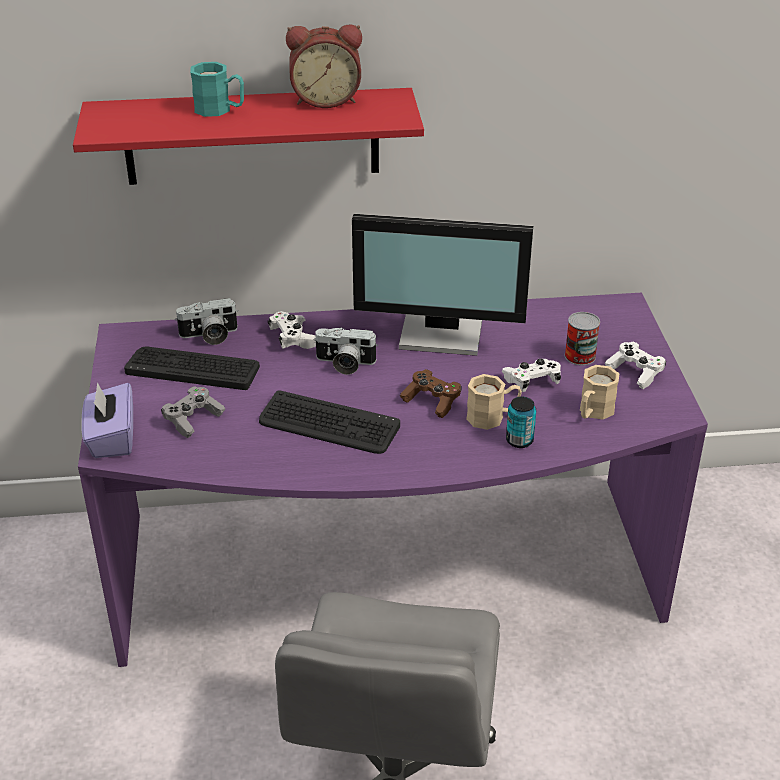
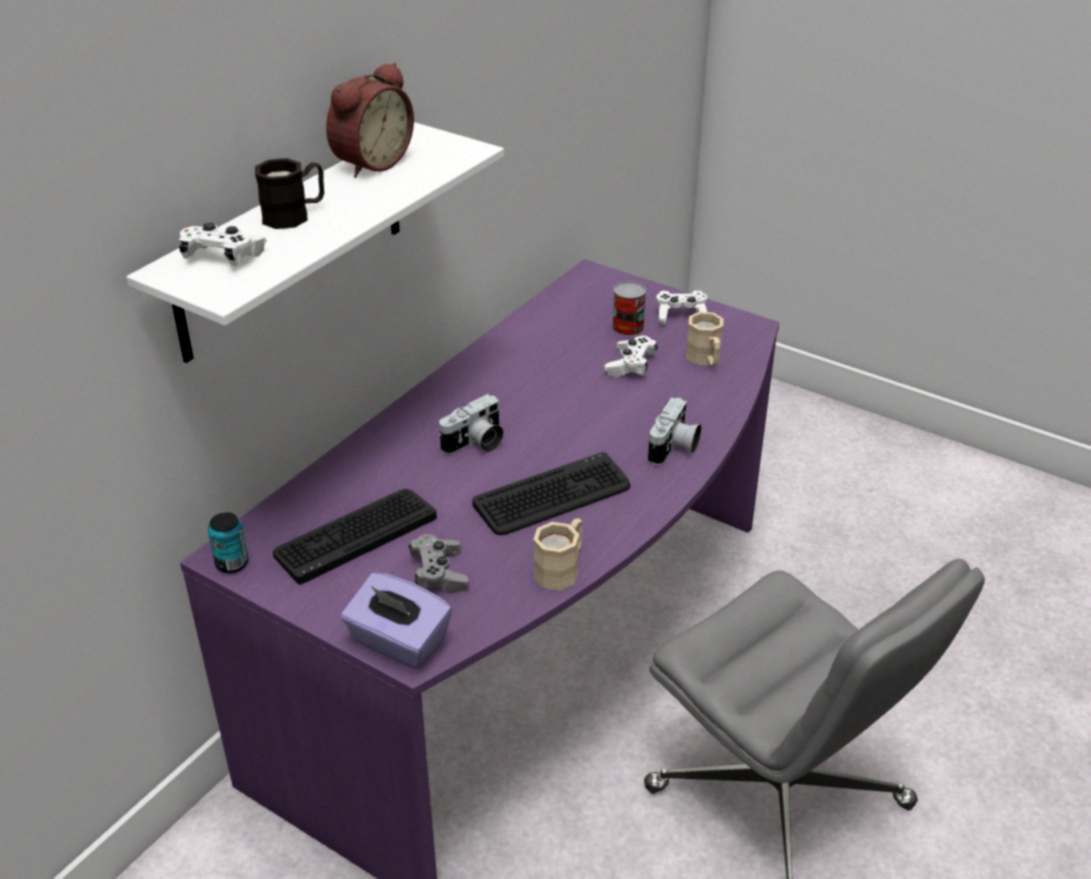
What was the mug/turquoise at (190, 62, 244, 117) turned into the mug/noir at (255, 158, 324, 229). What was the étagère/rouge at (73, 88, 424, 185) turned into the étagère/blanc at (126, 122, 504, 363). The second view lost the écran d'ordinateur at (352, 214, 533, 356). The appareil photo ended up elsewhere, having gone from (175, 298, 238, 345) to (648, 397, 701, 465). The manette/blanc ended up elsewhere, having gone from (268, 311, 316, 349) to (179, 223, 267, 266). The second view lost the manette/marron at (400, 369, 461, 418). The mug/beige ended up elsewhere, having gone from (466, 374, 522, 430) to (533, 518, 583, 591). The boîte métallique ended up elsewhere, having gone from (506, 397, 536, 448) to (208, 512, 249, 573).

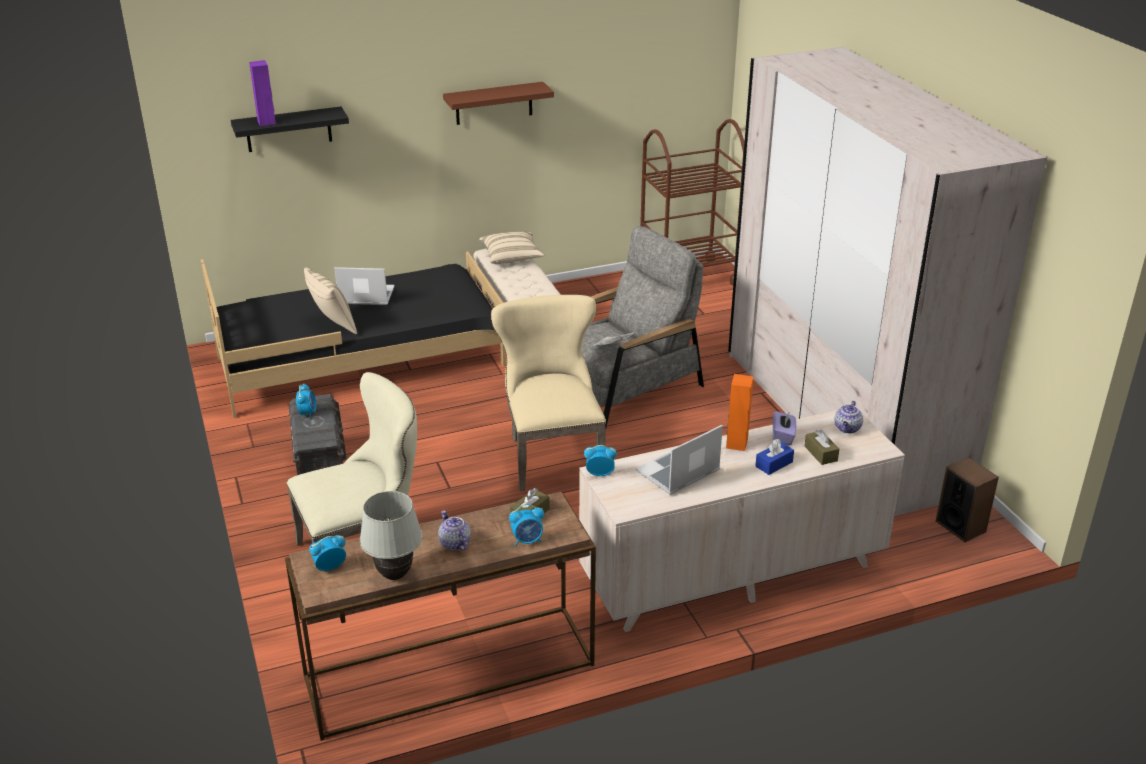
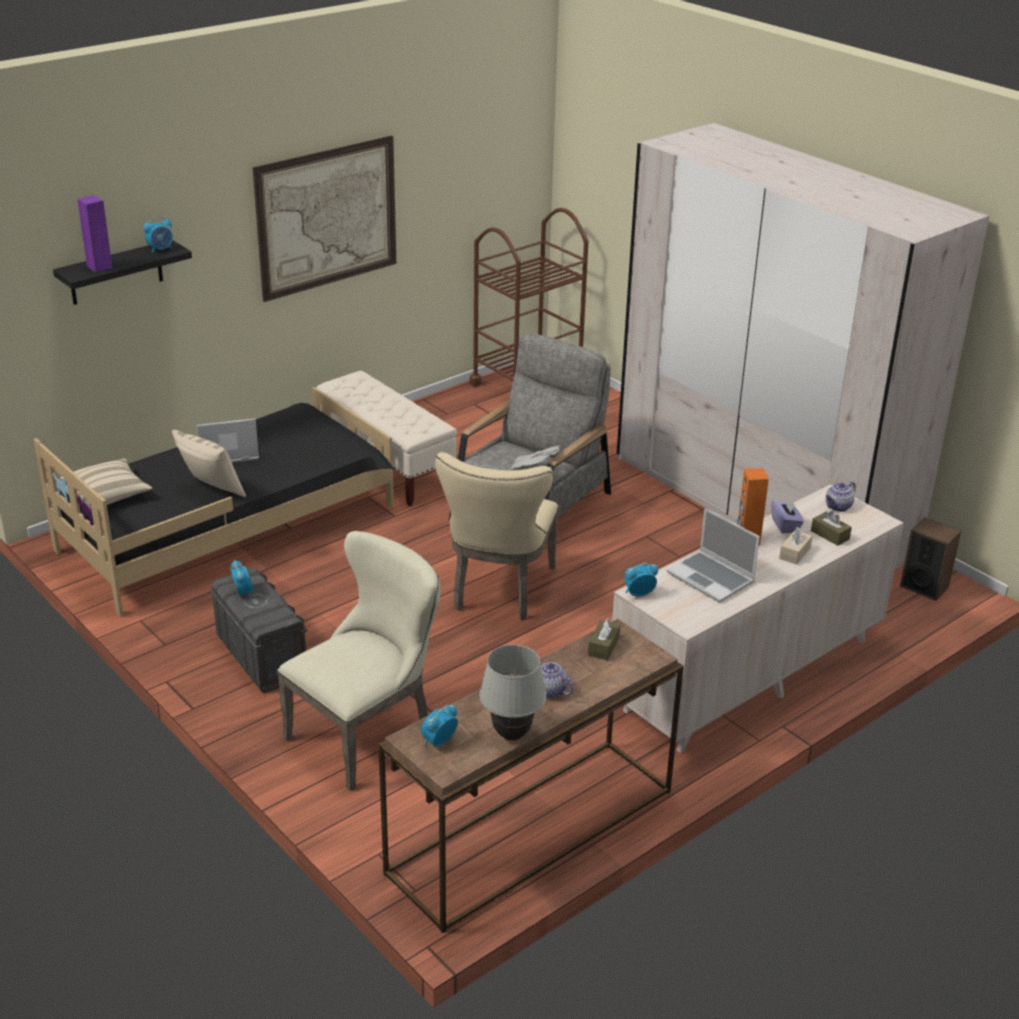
Where the étagère/marron hung at (443, 82, 554, 125), the tableau came to hang at (252, 135, 396, 302). The coussin/beige ended up elsewhere, having gone from (479, 232, 545, 265) to (60, 458, 152, 510). The chaise/beige at (491, 295, 606, 492) ended up facing another way, 135 degrees counterclockwise from before. The théière at (834, 401, 863, 433) ended up facing another way, 45 degrees clockwise from before. The ordinateur portable at (636, 425, 723, 495) ended up facing another way, 75 degrees counterclockwise from before. What was the boîte à mouchoirs/bleu at (755, 439, 794, 475) turned into the boîte à mouchoirs/beige at (779, 527, 812, 565). The réveil ended up elsewhere, having gone from (509, 504, 544, 546) to (143, 216, 173, 253).

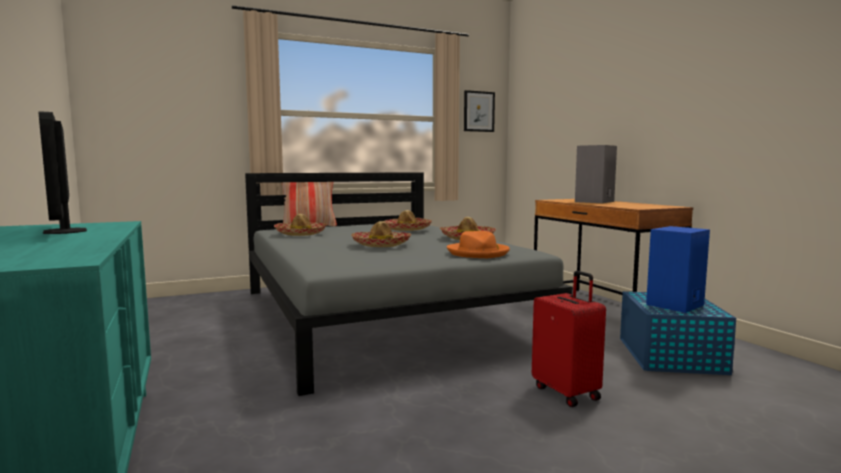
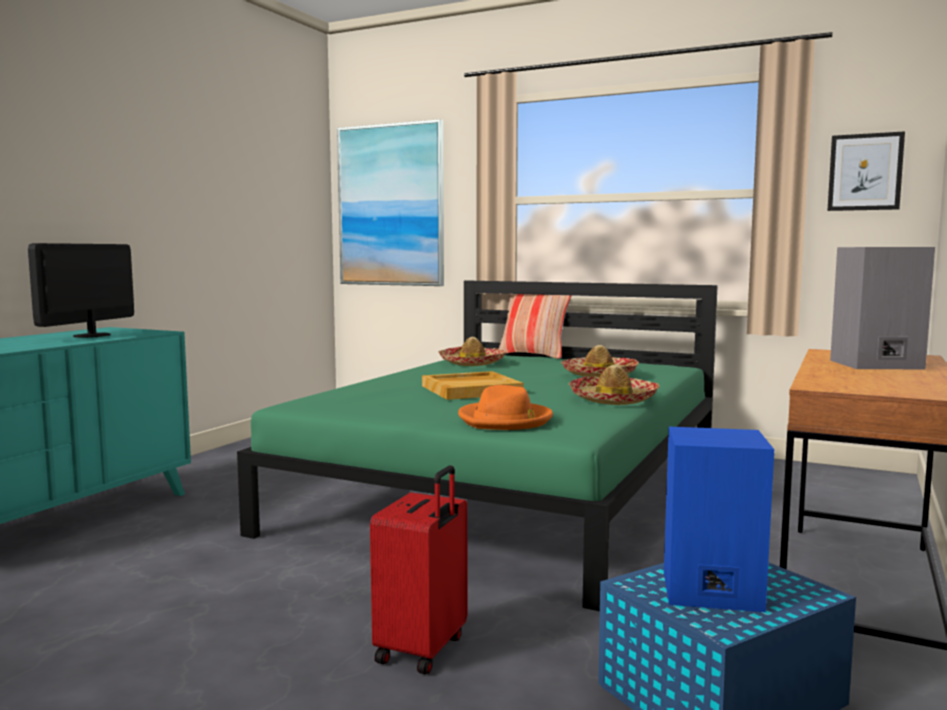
What was the lit/gris at (245, 172, 573, 396) turned into the lit/vert at (237, 280, 718, 611). Where the chapeau stood at (351, 221, 412, 247), the plateau/beige came to stand at (422, 371, 524, 400). The second view gained the tableau at (337, 119, 444, 286).

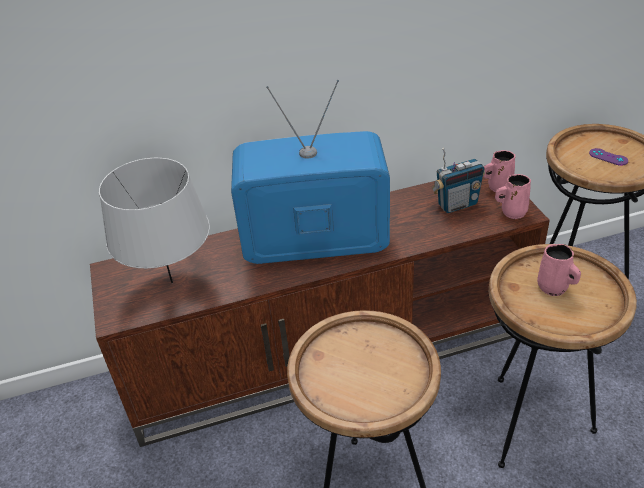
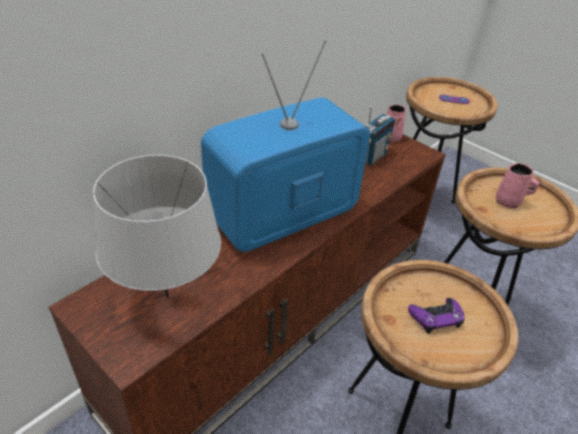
The second view lost the mug/rose at (495, 174, 531, 219). The second view gained the manette/violet at (408, 298, 464, 334).

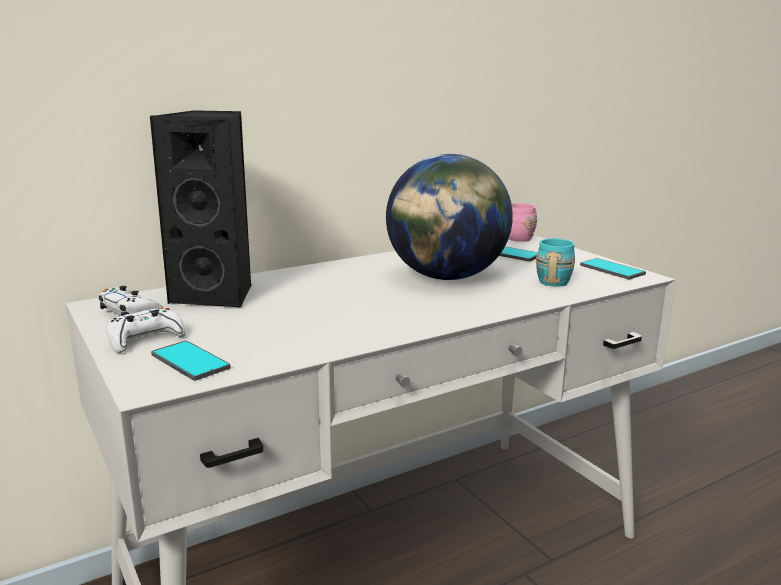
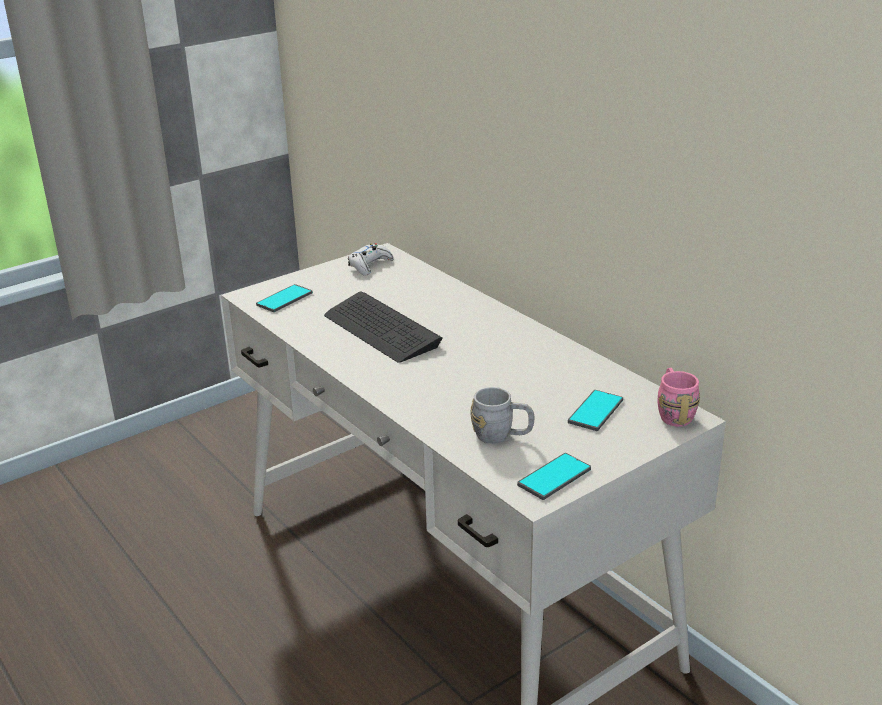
The second view lost the enceinte/noir at (150, 110, 252, 309). The second view lost the globe at (386, 154, 513, 280). What was the mug/turquoise at (536, 238, 575, 287) turned into the mug/gris at (470, 387, 534, 444). The second view lost the manette/blanc at (106, 307, 186, 353). The second view gained the clavier at (324, 291, 442, 363).

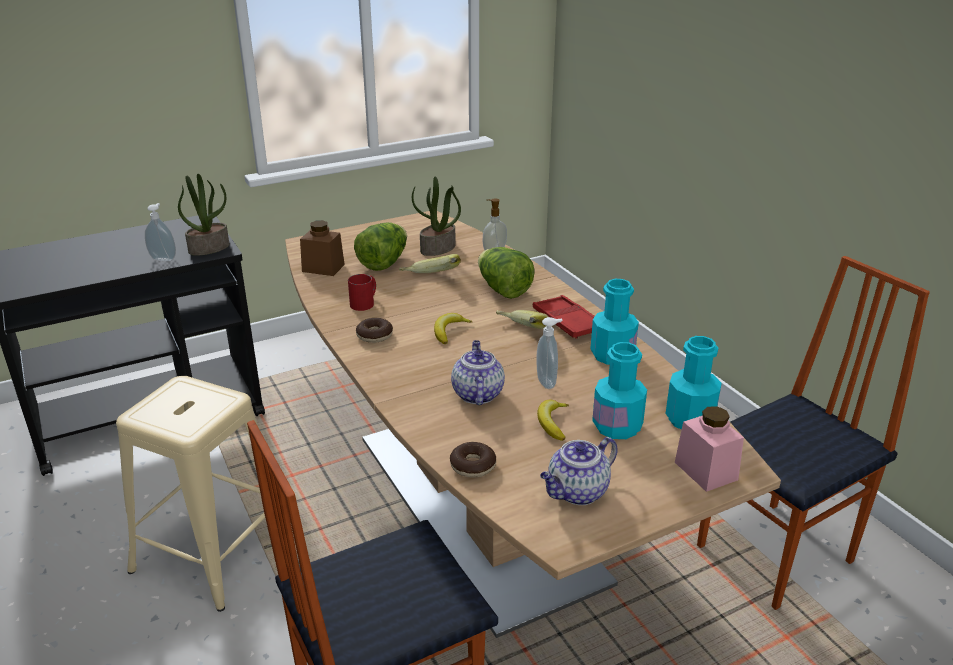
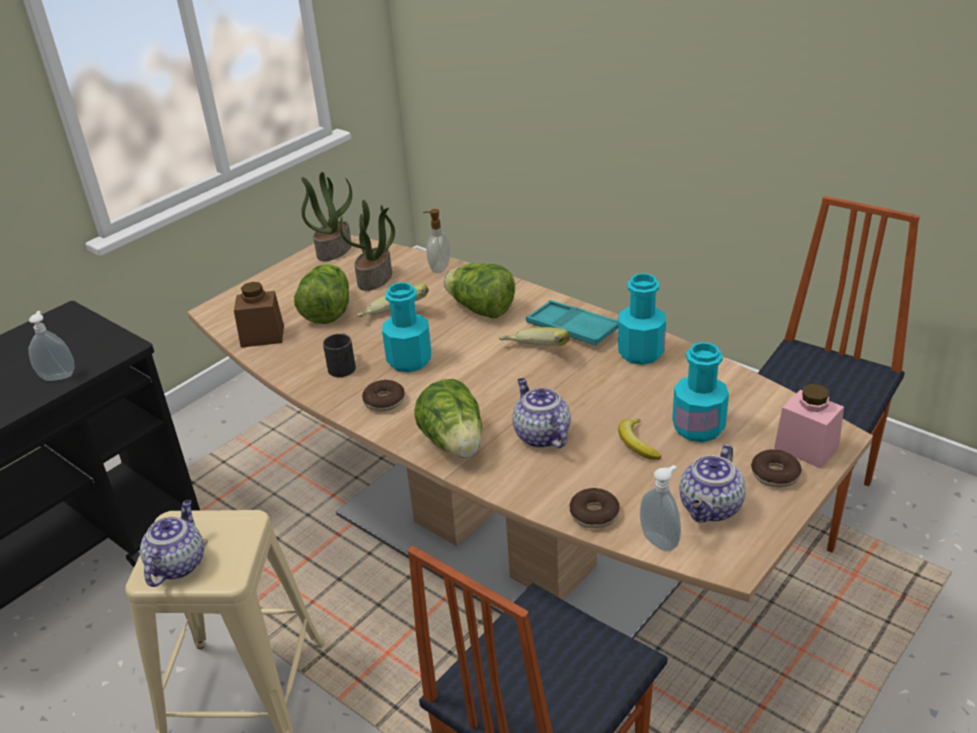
The plante en pot ended up elsewhere, having gone from (178, 174, 230, 256) to (301, 172, 352, 261). What was the mug/rouge at (348, 274, 376, 311) turned into the mug/noir at (323, 333, 356, 377). What was the plateau/rouge at (533, 295, 595, 339) turned into the plateau/turquoise at (526, 300, 618, 345). The second view lost the banane at (434, 313, 473, 344). The distributeur de savon ended up elsewhere, having gone from (536, 317, 562, 389) to (640, 465, 681, 552). The bouteille/turquoise ended up elsewhere, having gone from (665, 336, 722, 430) to (382, 282, 431, 372). The second view gained the laitue at (414, 379, 482, 458). The second view gained the beignet at (751, 449, 802, 487). The second view gained the théière at (140, 500, 204, 587).

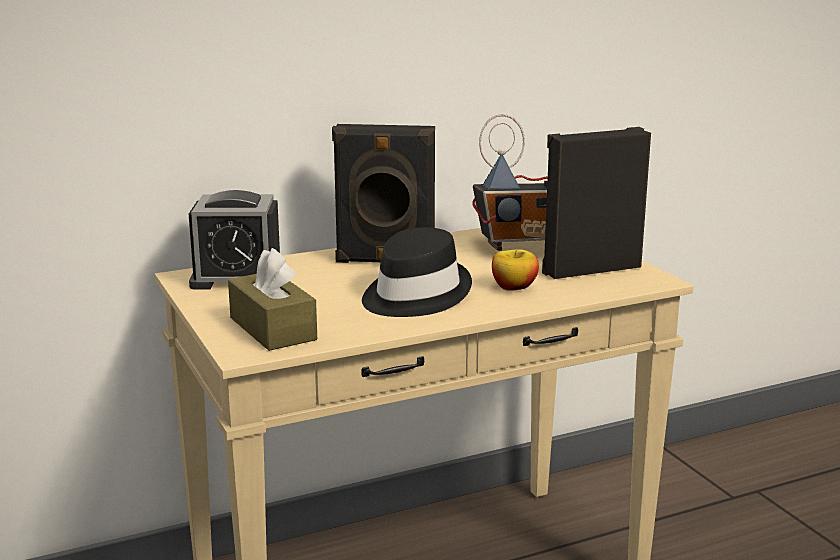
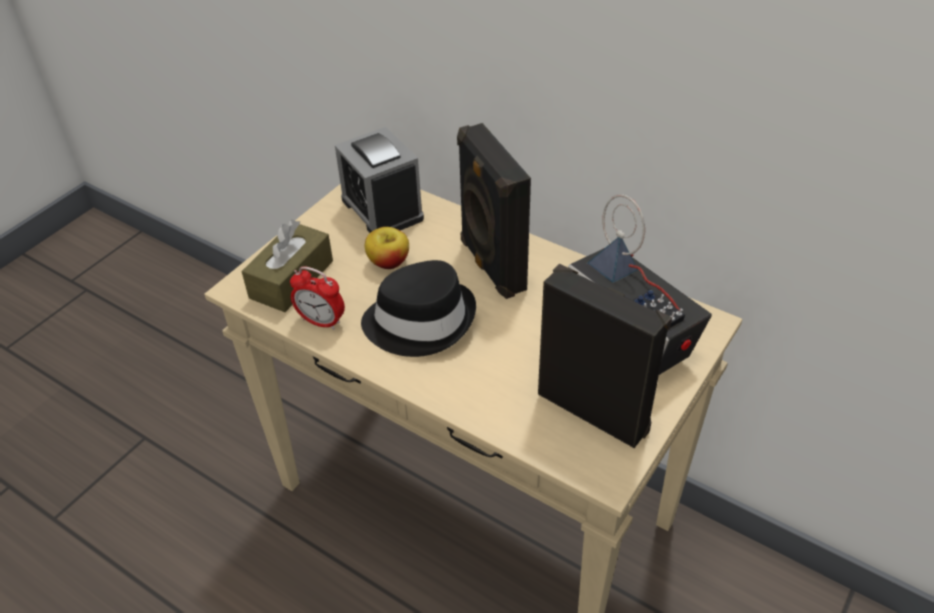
The pomme ended up elsewhere, having gone from (492, 249, 539, 291) to (365, 227, 409, 269). The second view gained the réveil at (290, 266, 345, 330).

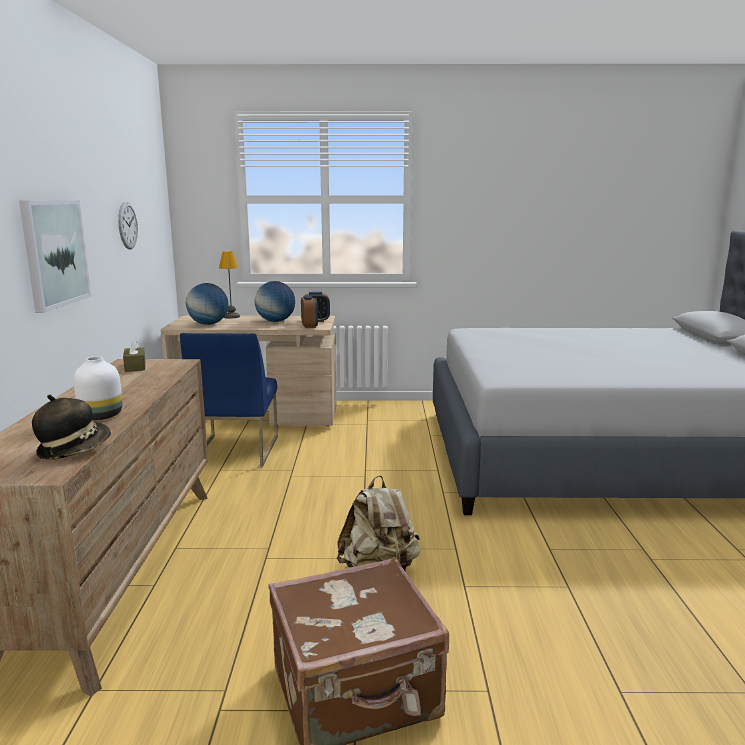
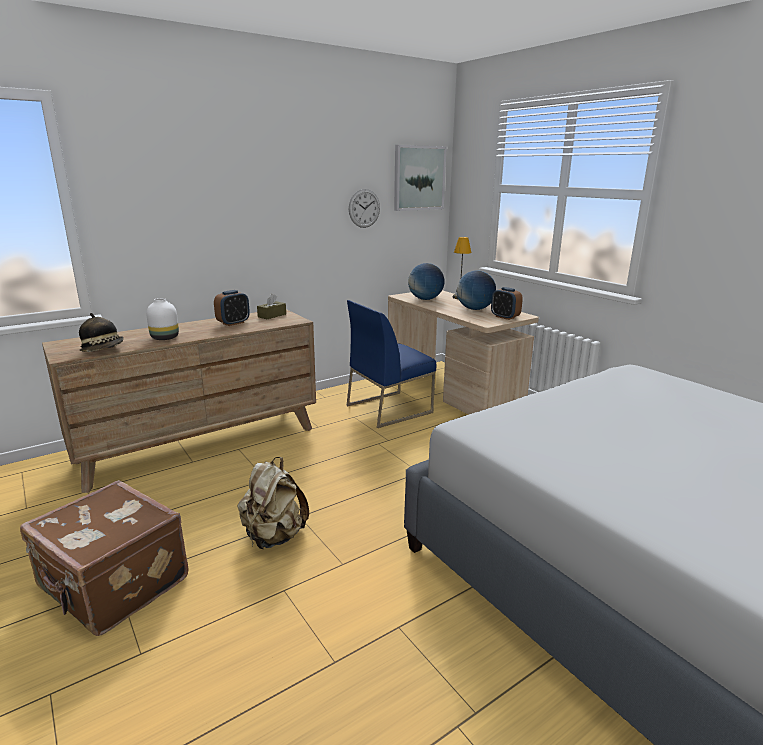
The tableau ended up elsewhere, having gone from (19, 200, 91, 313) to (394, 145, 447, 211). The réveil ended up elsewhere, having gone from (301, 296, 318, 328) to (214, 290, 250, 326).

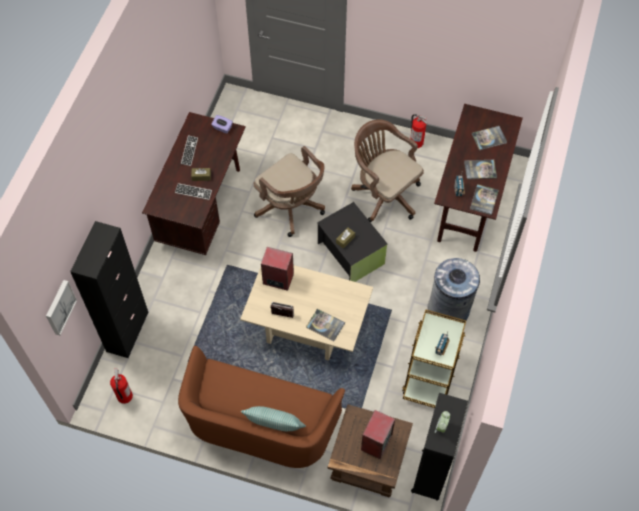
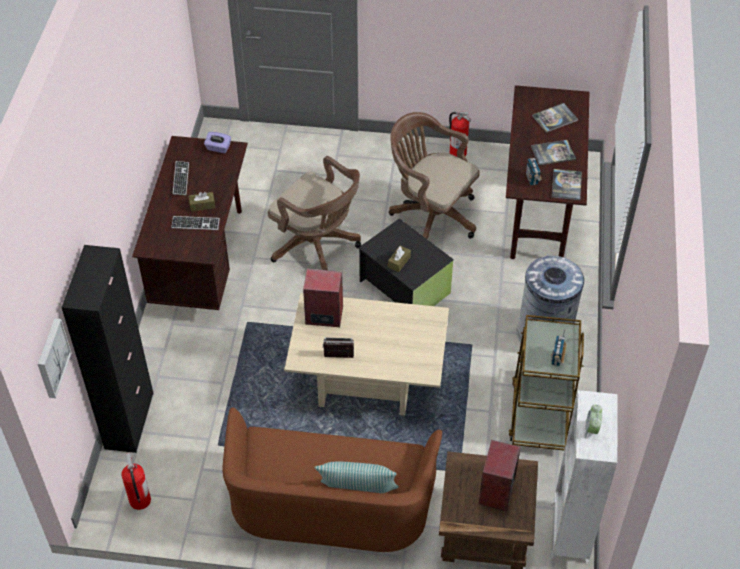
The second view lost the livre at (306, 309, 345, 341). What was the bibliothèque/noir at (411, 393, 468, 500) turned into the bibliothèque/blanc at (549, 390, 618, 564).

